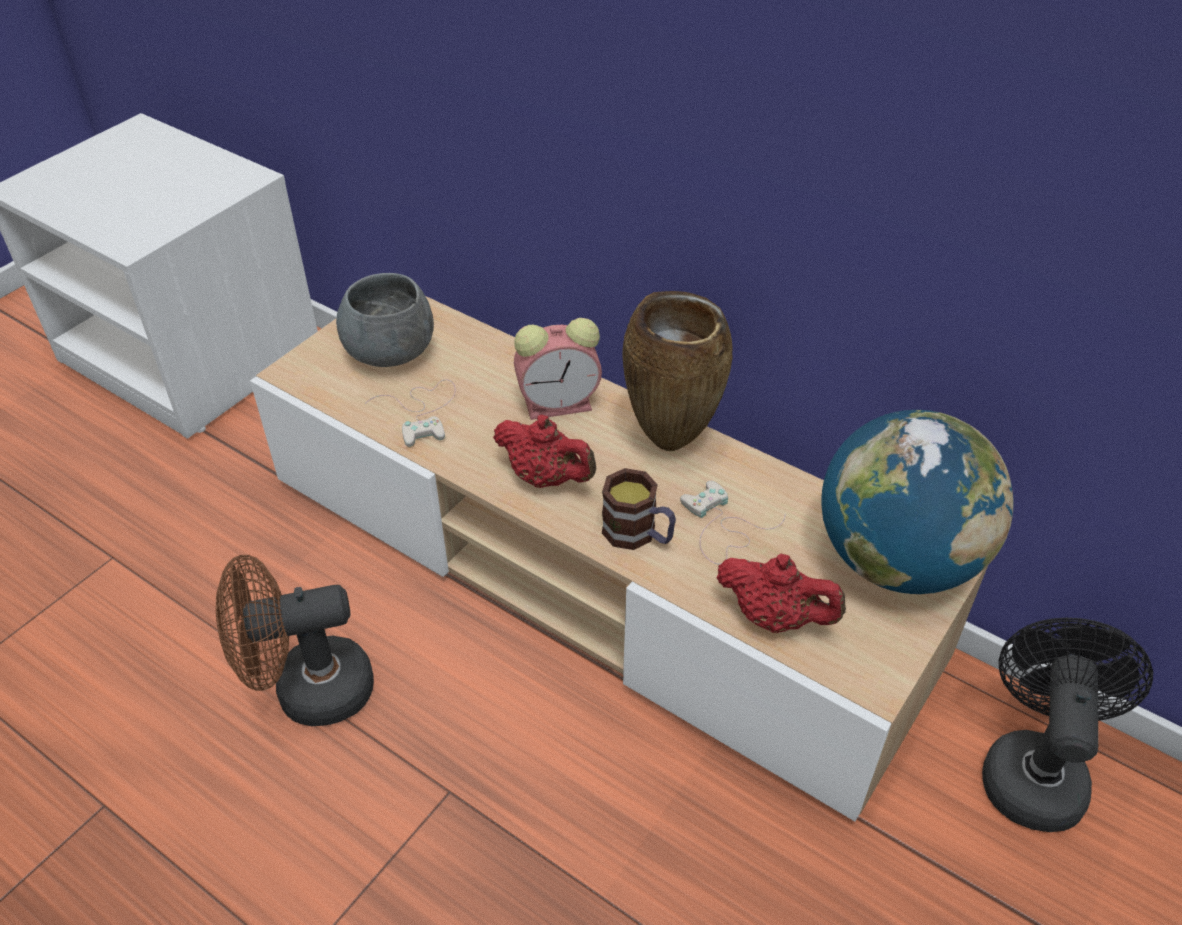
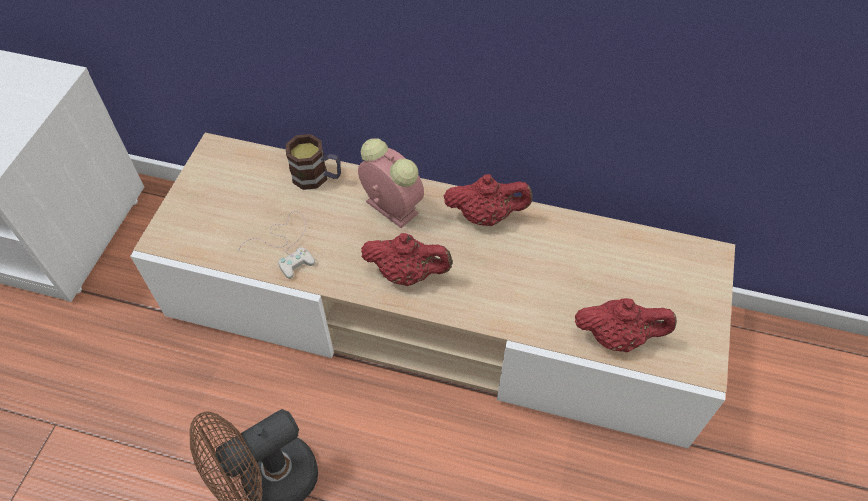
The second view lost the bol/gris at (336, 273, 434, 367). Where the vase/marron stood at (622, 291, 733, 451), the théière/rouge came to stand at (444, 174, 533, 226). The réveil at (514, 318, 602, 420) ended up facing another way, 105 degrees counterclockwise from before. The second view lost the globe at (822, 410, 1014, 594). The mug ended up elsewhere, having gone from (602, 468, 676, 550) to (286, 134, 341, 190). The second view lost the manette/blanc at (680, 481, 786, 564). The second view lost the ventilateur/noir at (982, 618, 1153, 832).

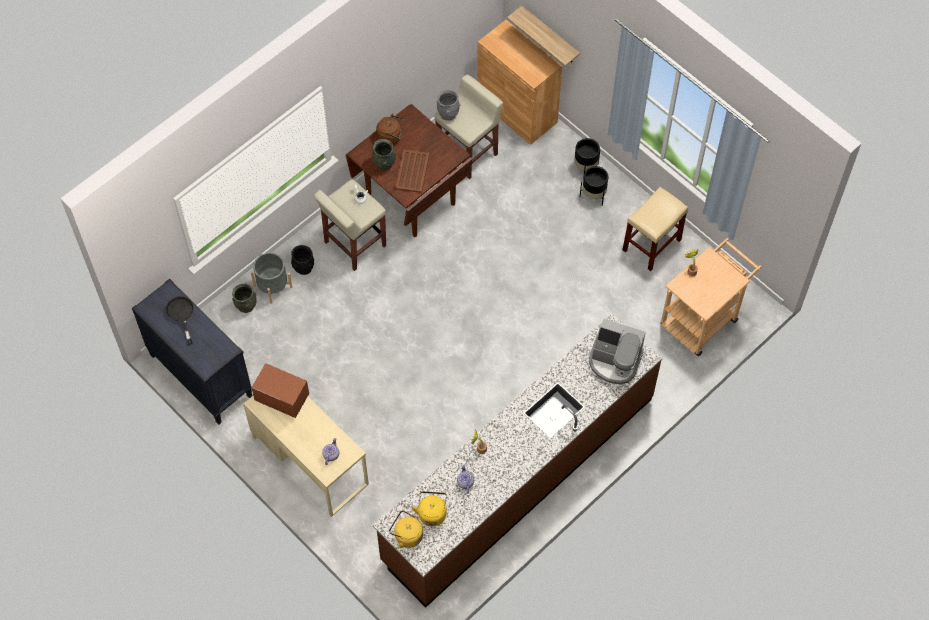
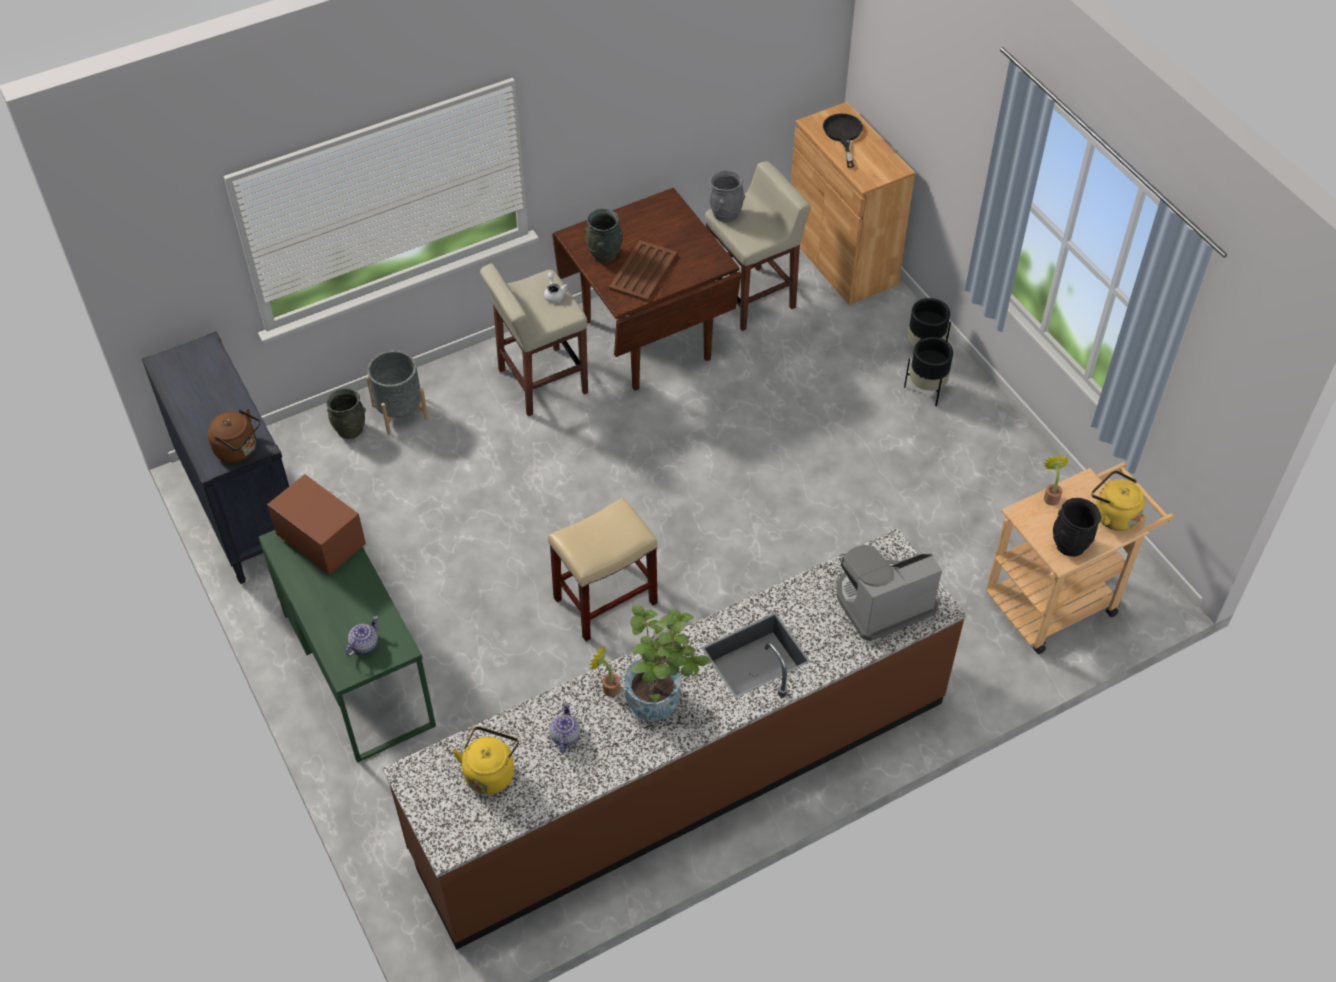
The second view lost the étagère at (507, 6, 580, 66). The bouilloire/marron ended up elsewhere, having gone from (376, 113, 405, 145) to (208, 409, 260, 463). The tabouret/beige ended up elsewhere, having gone from (622, 187, 688, 271) to (548, 498, 658, 642). The vase/noir ended up elsewhere, having gone from (291, 245, 314, 275) to (1053, 498, 1101, 557). The poêle/noir ended up elsewhere, having gone from (166, 296, 194, 345) to (823, 113, 863, 168). The machine à café at (589, 319, 646, 384) ended up facing another way, 120 degrees clockwise from before. What was the bureau/beige at (243, 396, 369, 517) turned into the bureau/vert at (259, 530, 436, 763). The bouilloire/jaune ended up elsewhere, having gone from (389, 510, 423, 548) to (1092, 470, 1145, 531). The second view gained the plante en pot at (625, 605, 710, 721).

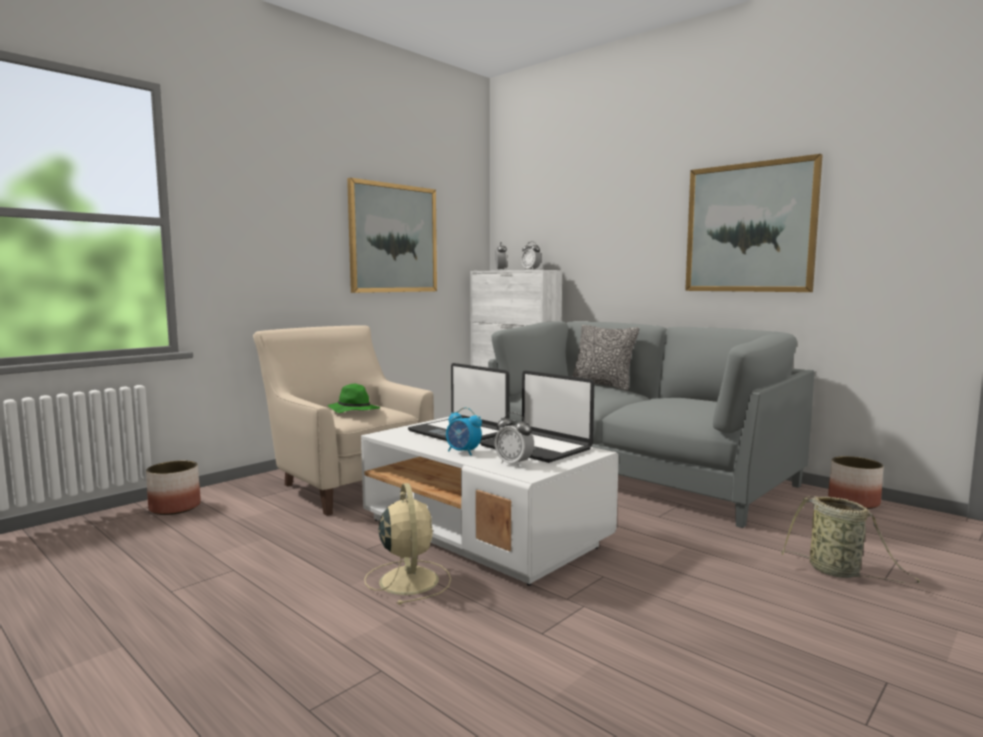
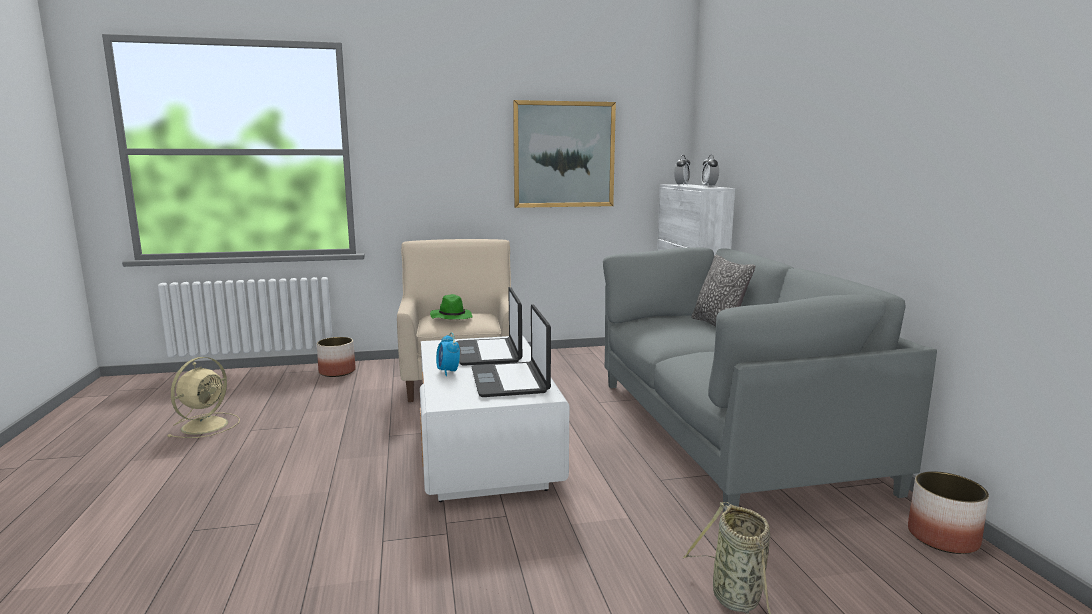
The second view lost the tableau at (685, 154, 823, 292). The second view lost the réveil at (495, 412, 534, 467). The ventilateur/beige ended up elsewhere, having gone from (364, 483, 451, 605) to (168, 357, 240, 438).

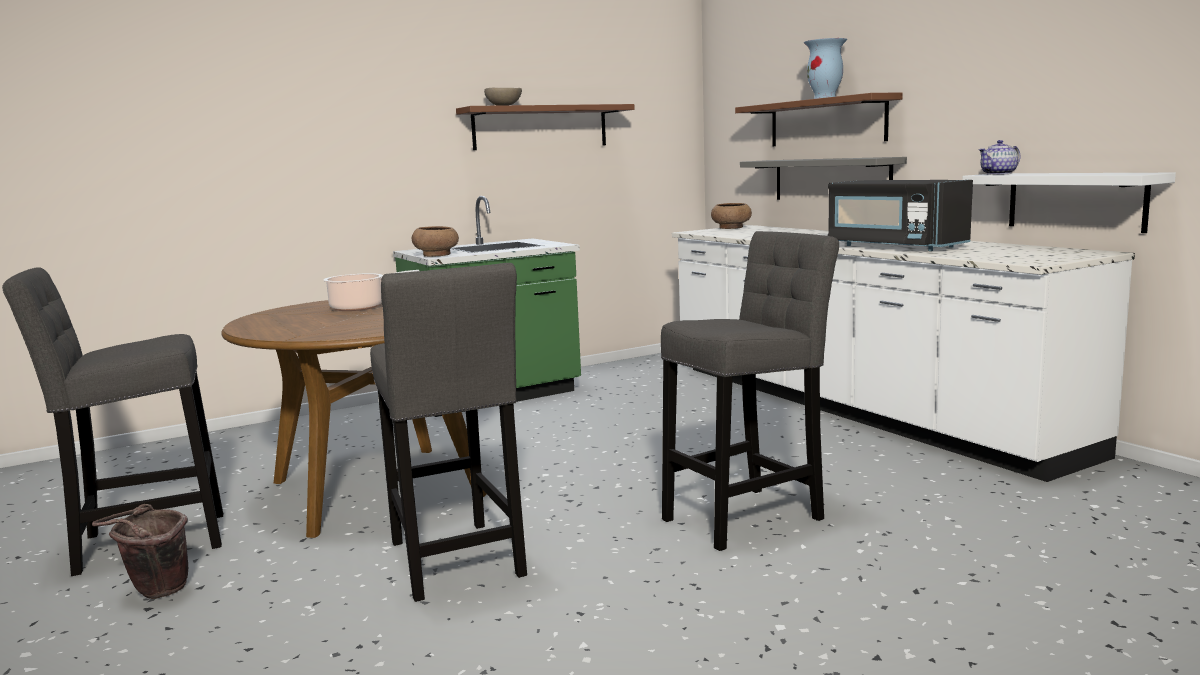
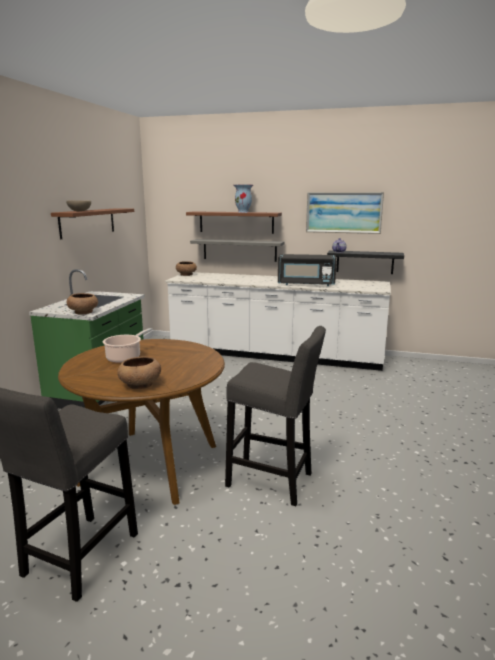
What was the étagère/blanc at (962, 173, 1176, 233) turned into the étagère/noir at (327, 250, 404, 274). The second view lost the tabouret/gris at (661, 231, 839, 551). The second view lost the seau/marron at (92, 504, 188, 599). The second view gained the tableau at (306, 192, 384, 234). The second view gained the bol/marron at (117, 357, 161, 389).

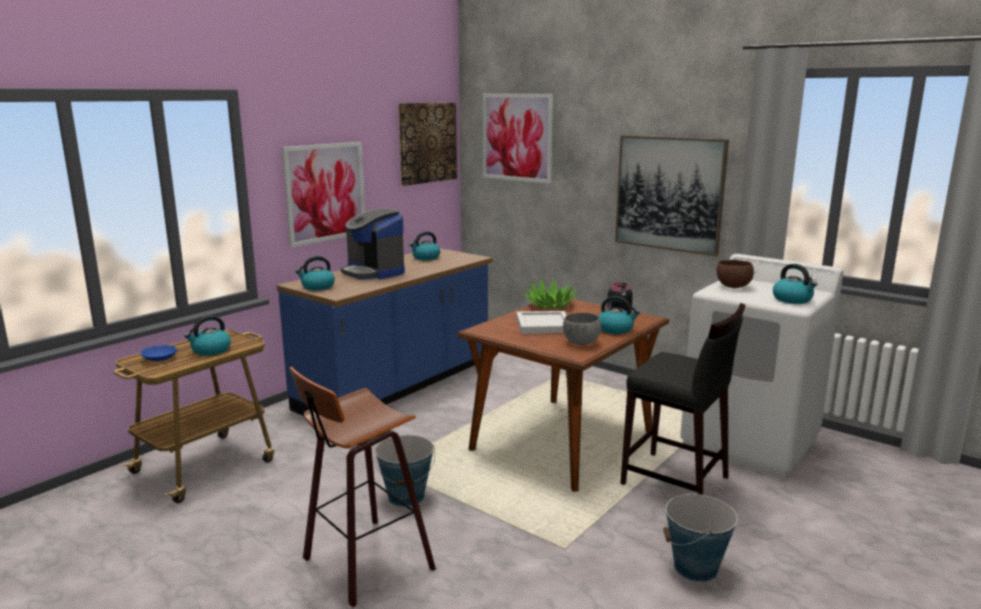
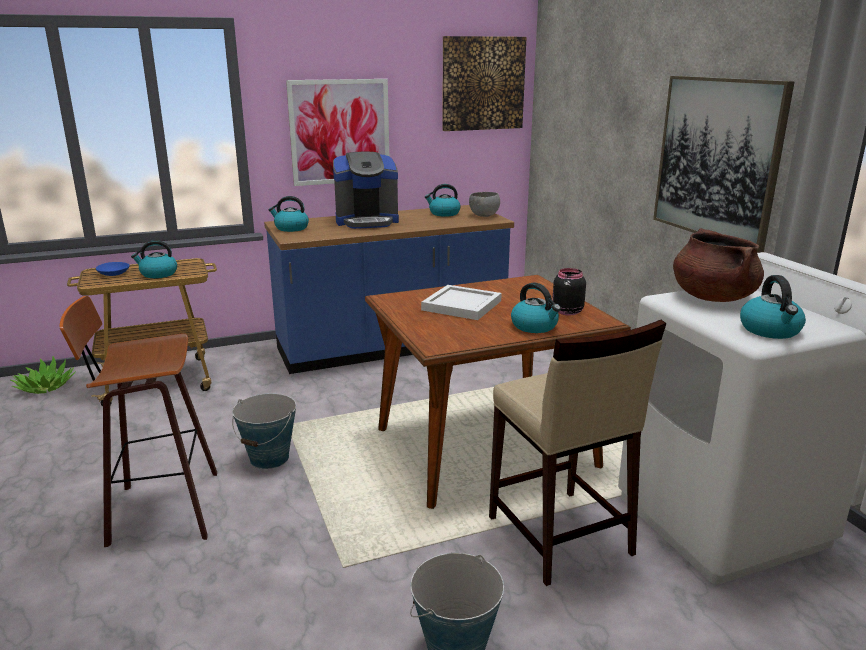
The second view lost the tableau at (483, 94, 553, 184). The machine à café at (341, 209, 405, 279) ended up facing another way, 90 degrees counterclockwise from before. Where the bol/marron stood at (717, 260, 754, 288), the marmite/marron came to stand at (673, 228, 764, 302). The plante en pot ended up elsewhere, having gone from (524, 278, 578, 309) to (11, 356, 75, 394). What was the tabouret/noir at (620, 303, 746, 495) turned into the tabouret/beige at (489, 320, 666, 586). The bol/gris ended up elsewhere, having gone from (563, 313, 601, 345) to (469, 192, 500, 217).

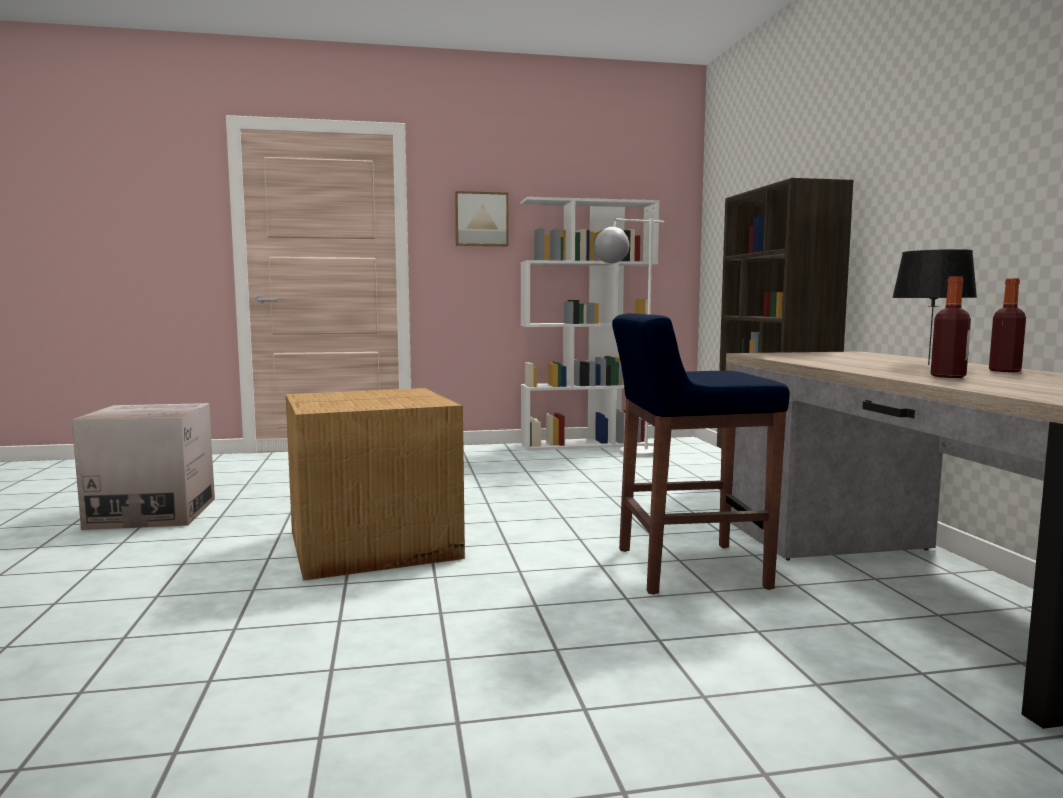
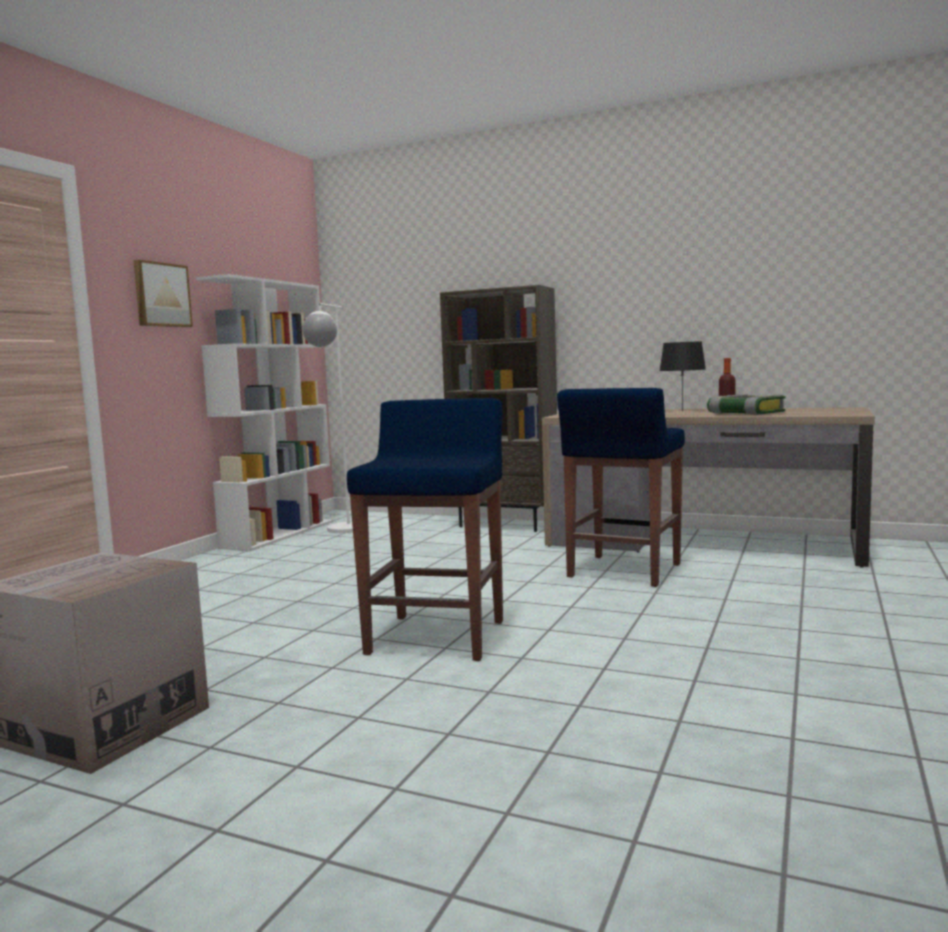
Where the bouteille stood at (931, 276, 971, 378), the livre came to stand at (707, 394, 786, 415). Where the carton stood at (286, 388, 465, 581), the tabouret/bleu came to stand at (347, 398, 503, 661).

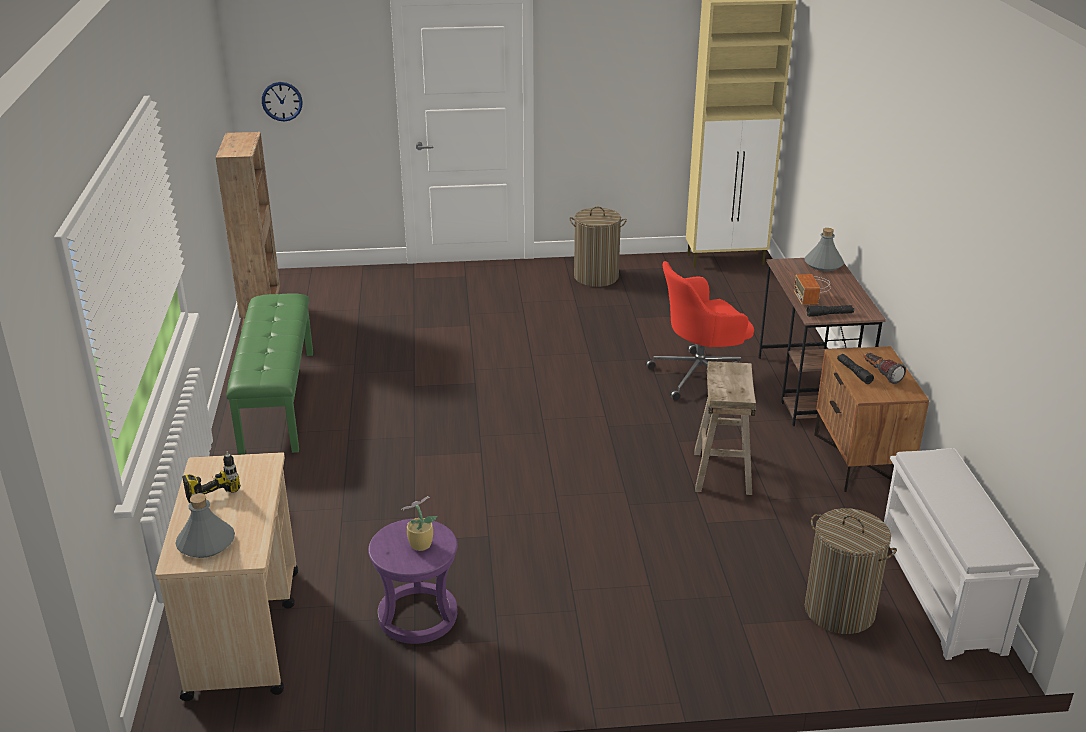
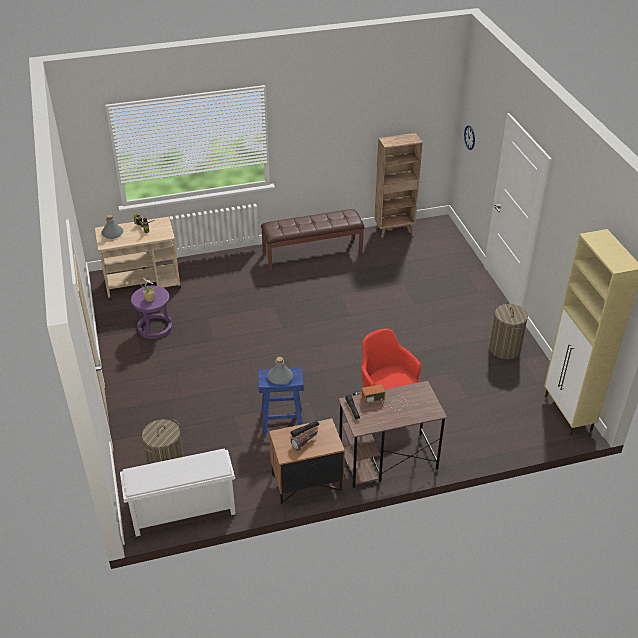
The bouteille/gris ended up elsewhere, having gone from (805, 228, 844, 271) to (267, 357, 293, 385). What was the banc/vert at (226, 293, 313, 455) turned into the banc/marron at (261, 209, 365, 270). What was the tabouret/beige at (694, 361, 756, 495) turned into the tabouret/bleu at (258, 367, 304, 434).

